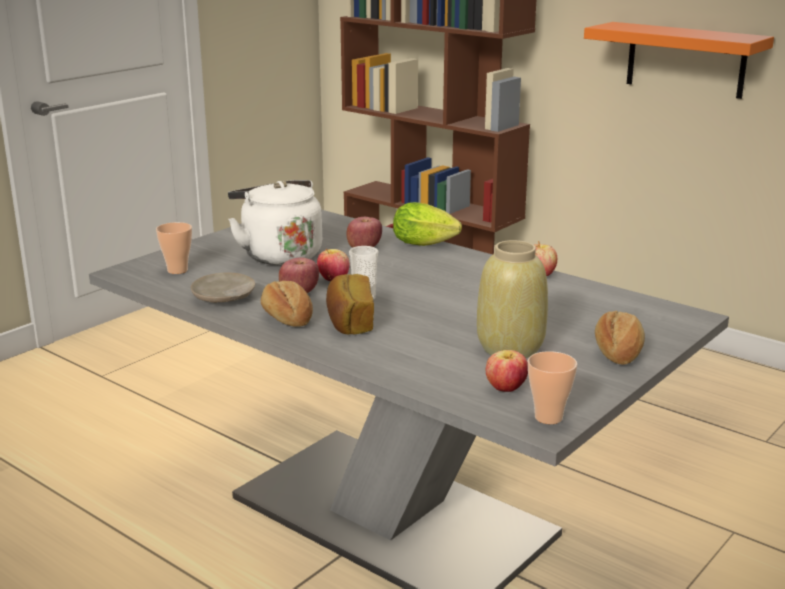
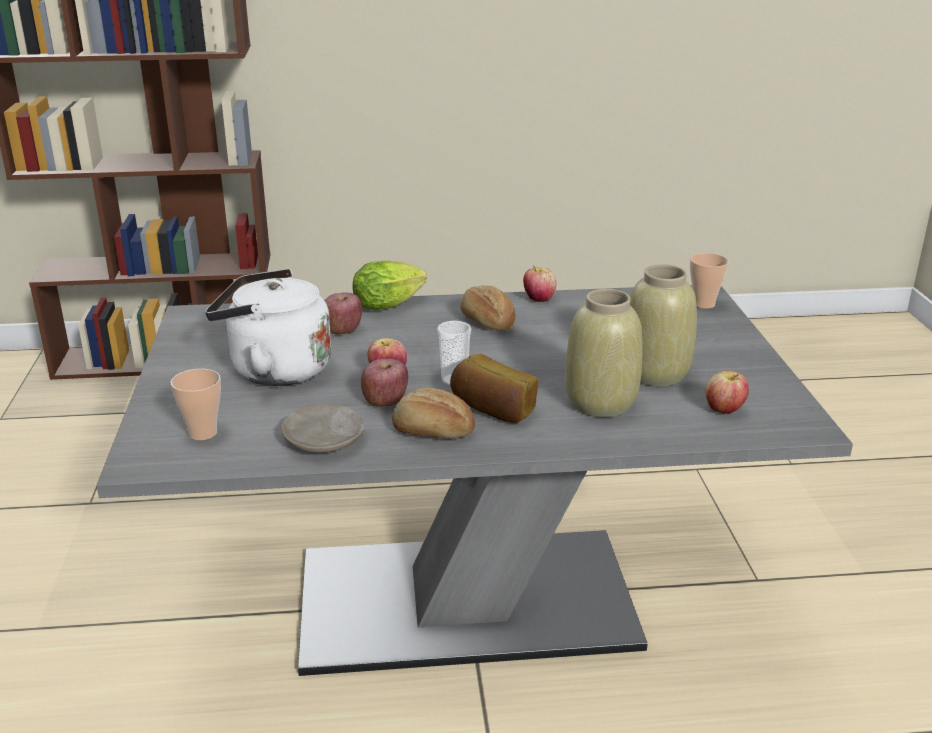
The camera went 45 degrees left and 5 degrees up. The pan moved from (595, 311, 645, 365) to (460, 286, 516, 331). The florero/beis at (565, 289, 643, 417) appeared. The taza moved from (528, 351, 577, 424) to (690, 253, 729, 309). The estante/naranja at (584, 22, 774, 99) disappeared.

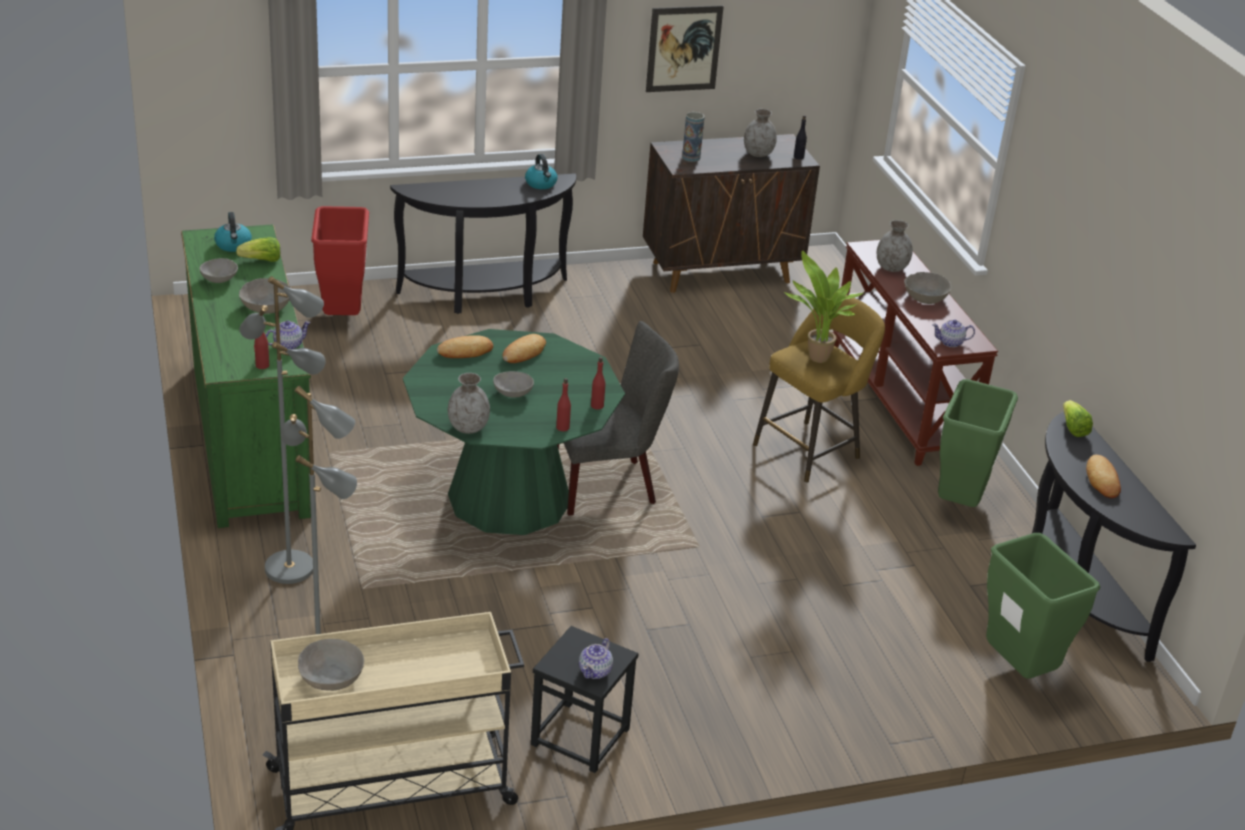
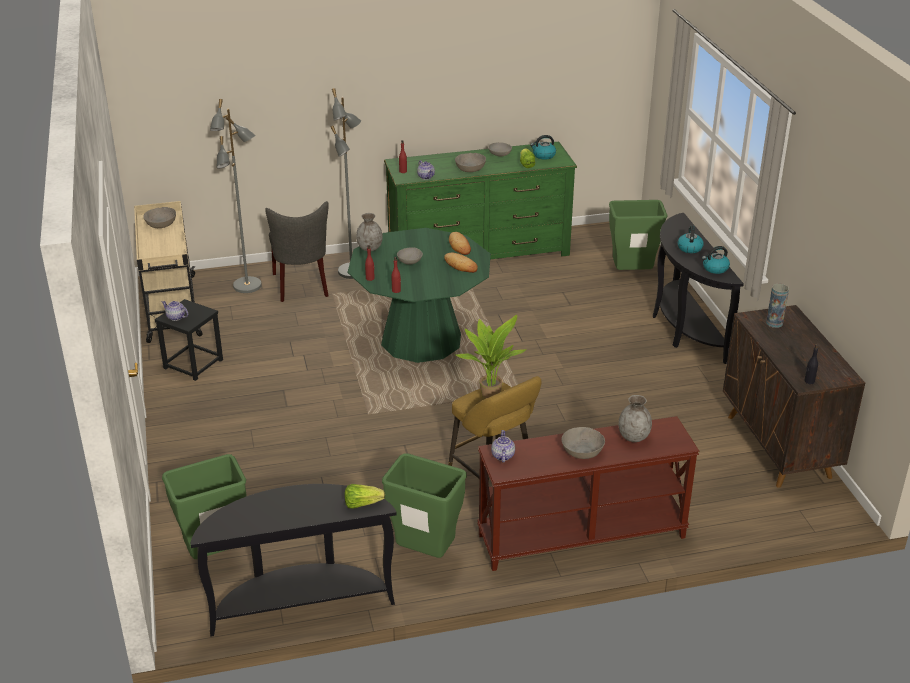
The camera went 95 degrees right and 0 degrees up. The silla/gris moved from (557, 321, 679, 516) to (265, 201, 329, 302). The papelera/rojo at (311, 206, 369, 315) became the papelera/verde at (609, 200, 667, 270). The hervidor at (678, 225, 704, 253) appeared. The cuadro at (646, 5, 724, 92) disappeared. The florero/gris at (744, 109, 777, 157) disappeared. The pan at (1086, 455, 1121, 499) disappeared.

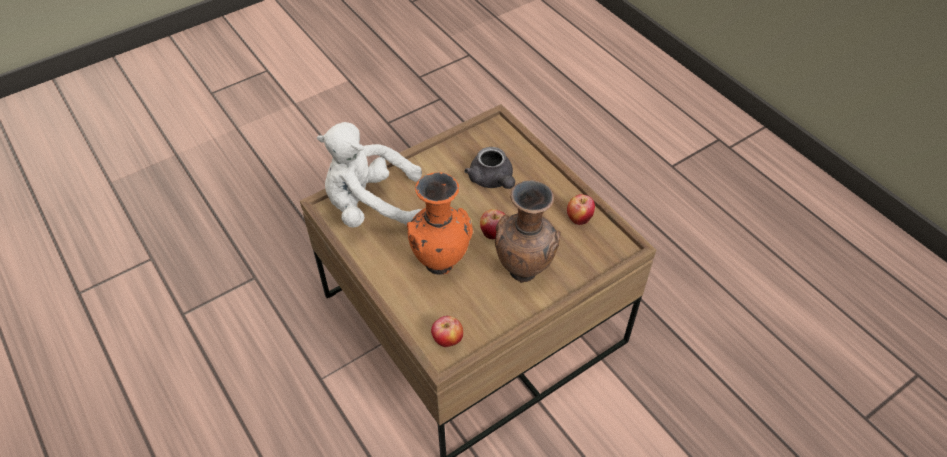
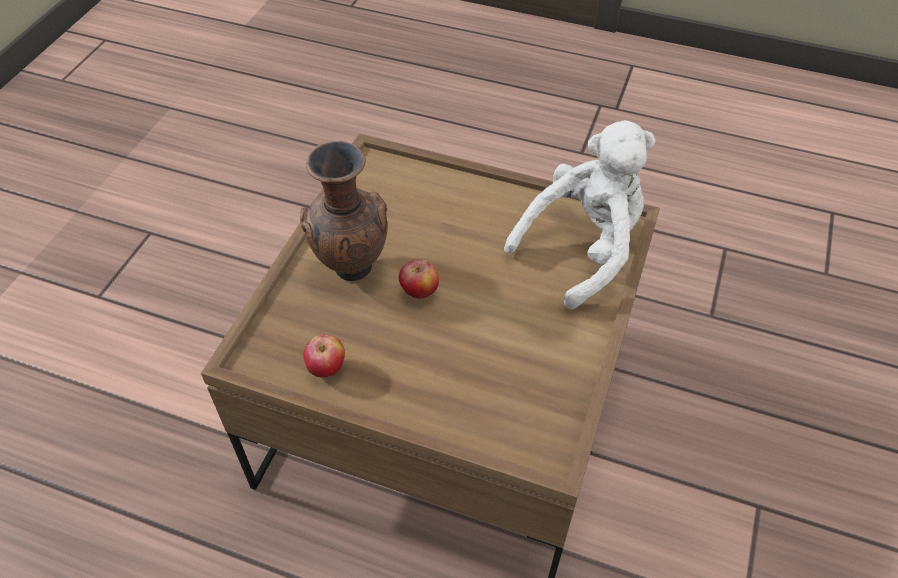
The camera went 145 degrees right and 0 degrees up. The florero/naranja at (407, 172, 473, 275) disappeared. The manzana at (431, 316, 463, 347) disappeared. The tetera/gris at (464, 147, 515, 189) disappeared.

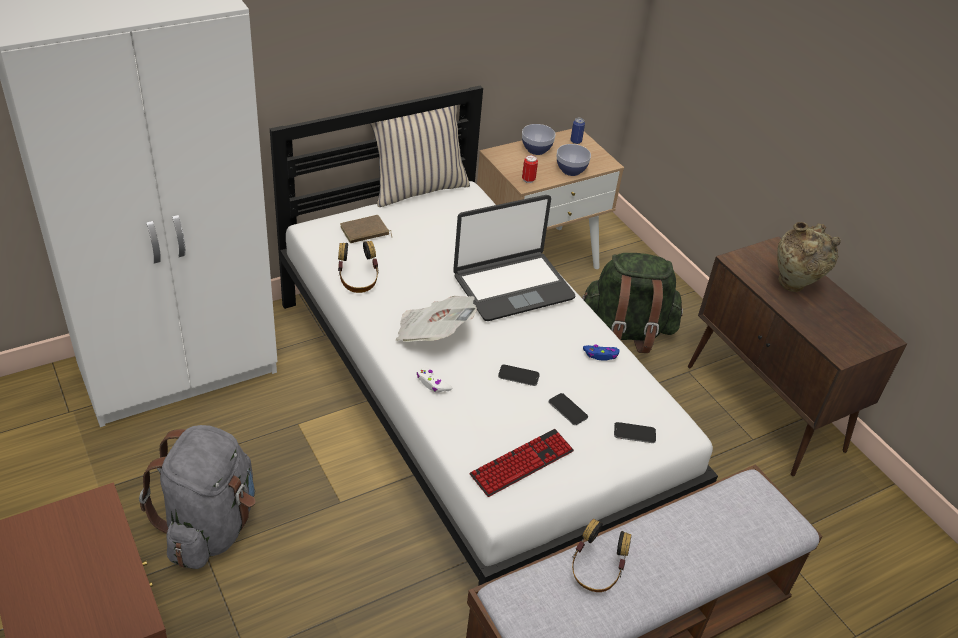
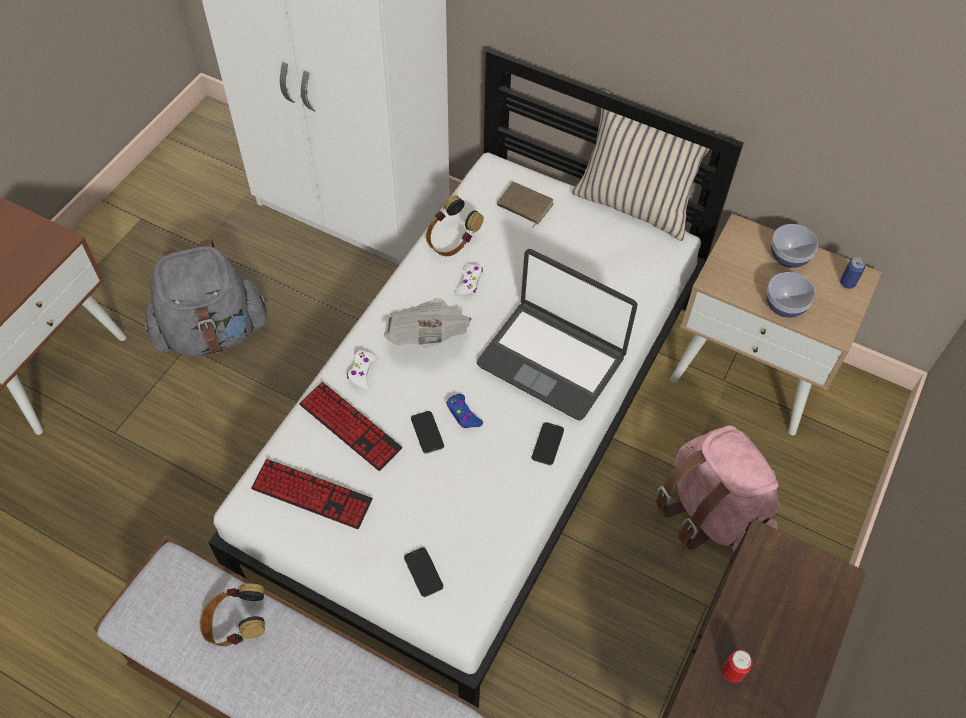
The camera went 60 degrees right and 15 degrees up. The teclado at (299, 382, 402, 471) appeared. The mando de consola/azul moved from (583, 344, 619, 361) to (446, 394, 483, 428). The mando de consola/blanco at (455, 264, 483, 296) appeared. The móvil moved from (549, 393, 588, 425) to (532, 422, 564, 465). The mochila/verde at (582, 253, 683, 353) became the mochila/rosa at (656, 425, 779, 552). The lata moved from (522, 155, 538, 183) to (722, 649, 753, 683). The florero/beis at (777, 222, 841, 292) disappeared.

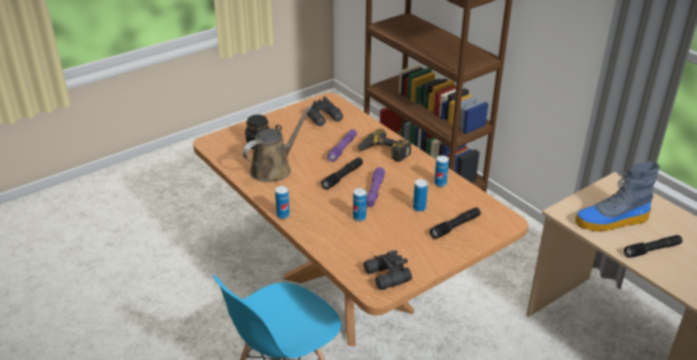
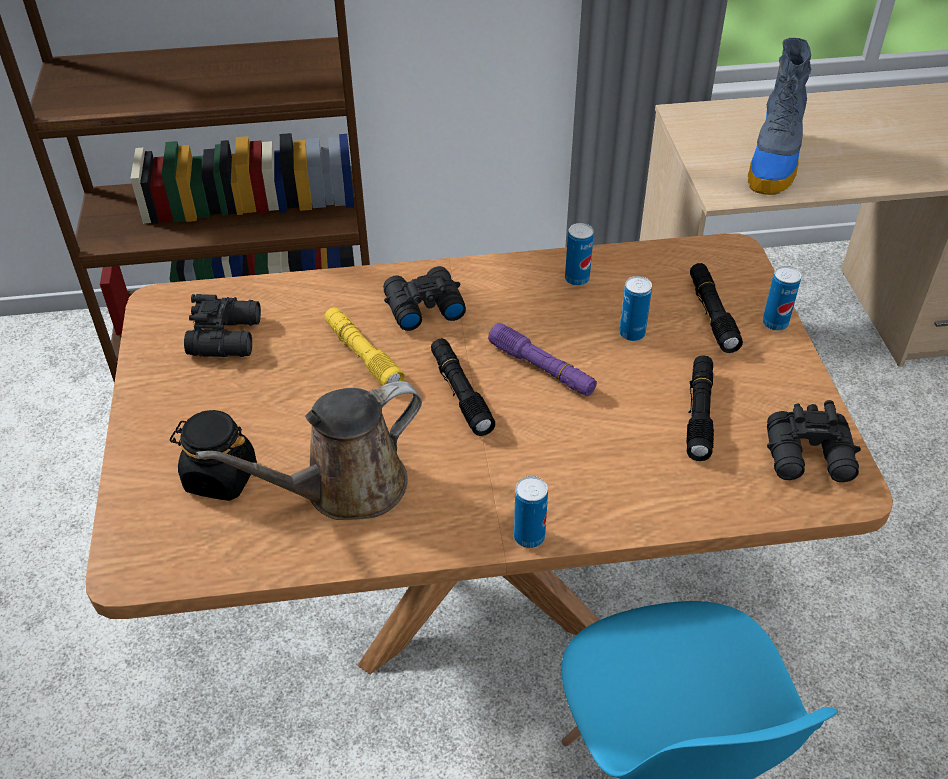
The camera went 60 degrees left and 10 degrees up. The regadera/marrón at (243, 105, 312, 182) turned 105 degrees counterclockwise. The linterna/morado at (327, 129, 357, 162) became the linterna/amarillo at (324, 307, 404, 385). The taladro at (357, 128, 411, 162) was replaced by the prismáticos/negro at (383, 266, 466, 331). The linterna/negro moved from (624, 235, 682, 258) to (686, 355, 714, 461). The lata moved from (353, 188, 367, 221) to (762, 266, 801, 331).

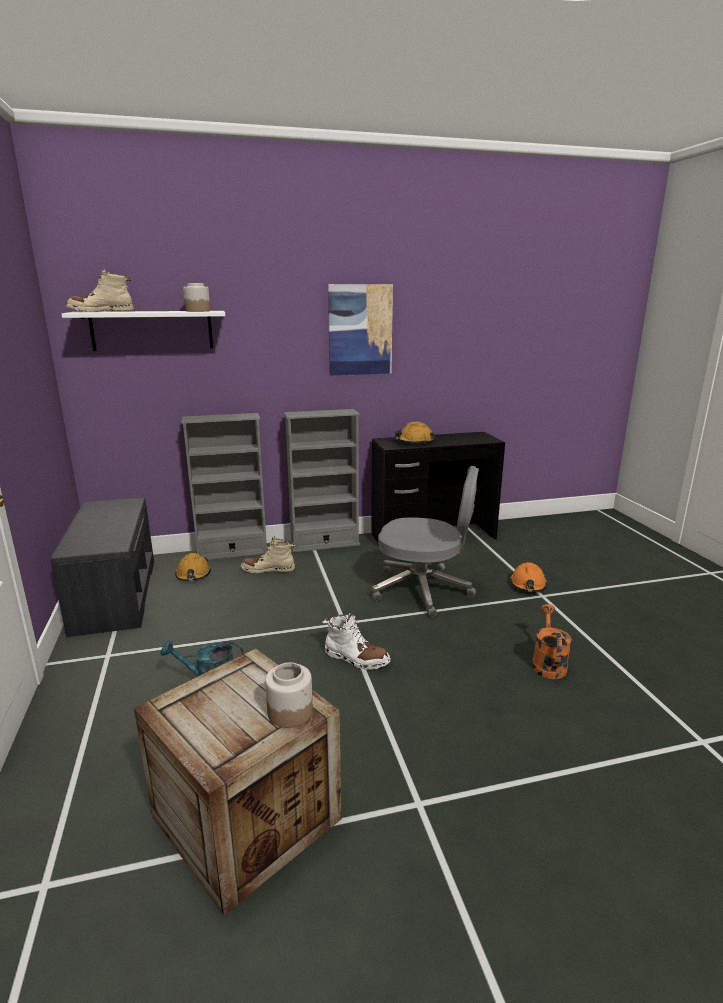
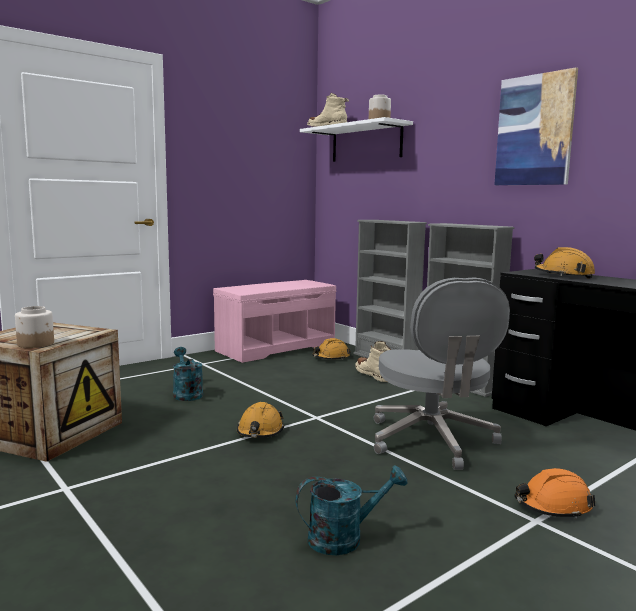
The camera went 65 degrees right and 10 degrees down. The banco/gris at (50, 498, 154, 637) became the banco/rosa at (213, 280, 337, 363). The bota/blanco at (322, 614, 391, 670) was replaced by the casco/naranja at (237, 402, 284, 438). The regadera/naranja at (532, 604, 572, 679) became the regadera/turquesa at (295, 465, 408, 555).

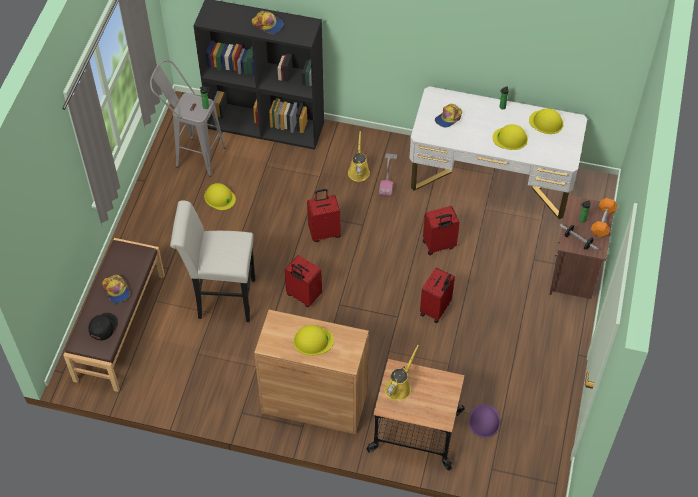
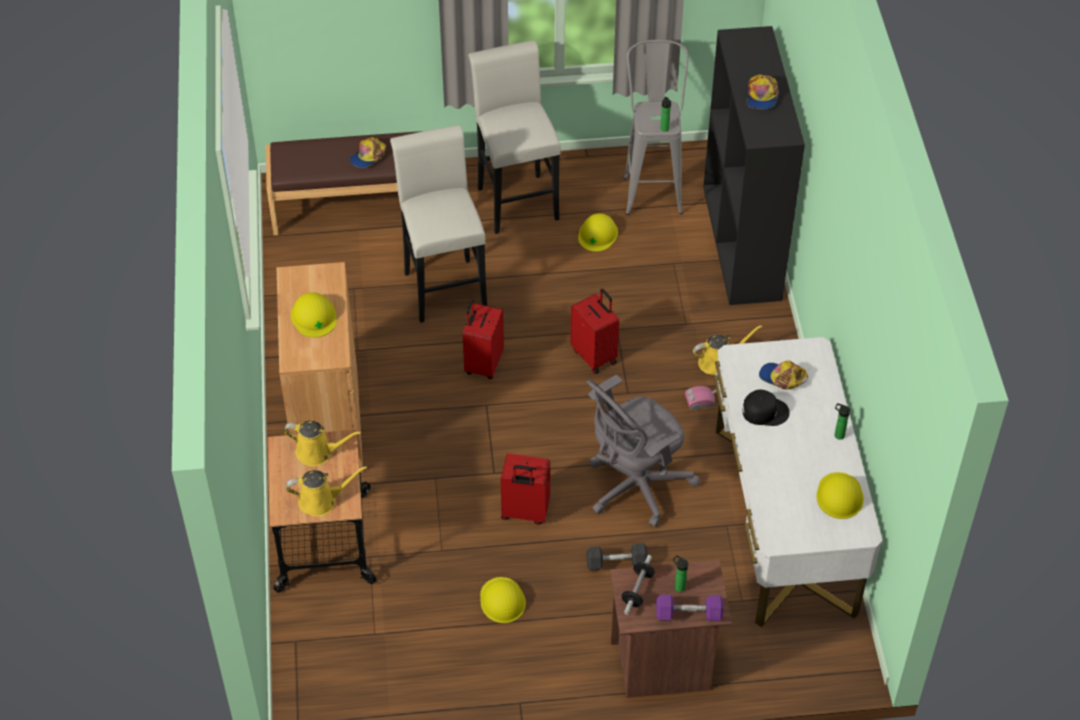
The camera went 70 degrees right and 5 degrees down. The regadera/amarillo at (286, 466, 367, 517) appeared. The taburete/blanco at (468, 40, 561, 234) appeared. The casco/amarillo moved from (493, 124, 528, 150) to (480, 577, 526, 623). The maleta/rojo at (423, 206, 460, 255) was replaced by the silla de oficina/gris at (586, 375, 700, 527). The mancuerna/gris at (586, 543, 648, 571) appeared. The mancuerna/naranja at (591, 198, 618, 238) became the mancuerna/morado at (656, 595, 724, 621). The gorra/negro moved from (88, 313, 118, 341) to (743, 390, 790, 426). The casco/morado at (469, 404, 500, 438) disappeared.

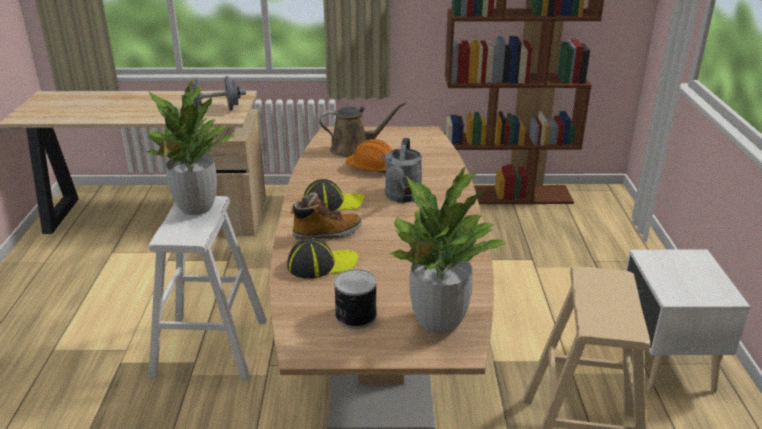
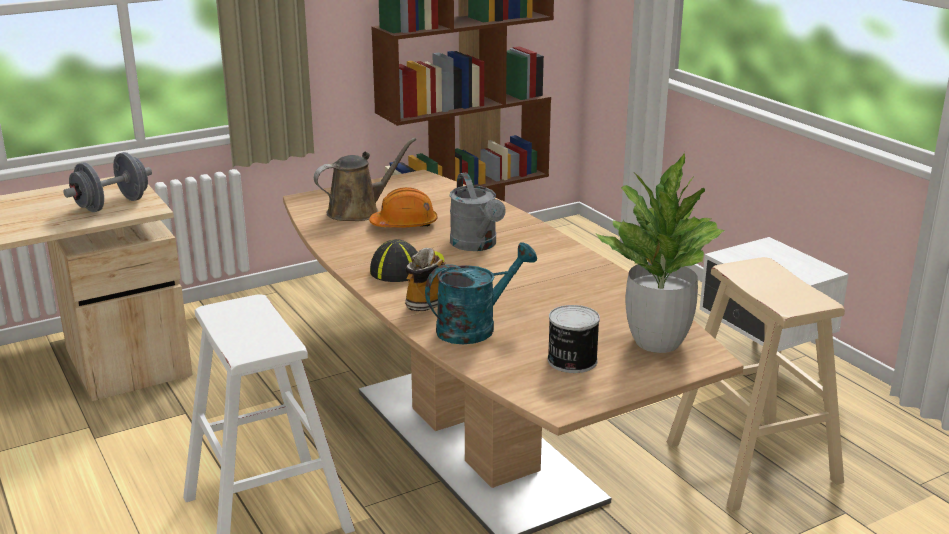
The camera went 30 degrees left and 5 degrees down. The gorra at (287, 238, 358, 279) was replaced by the regadera/turquesa at (425, 242, 537, 344). The planta en maceta at (146, 79, 234, 215) disappeared.

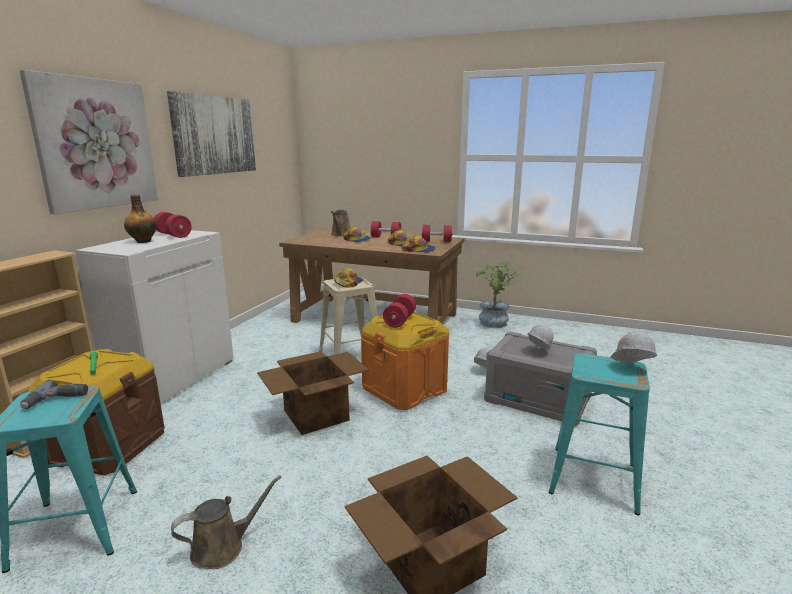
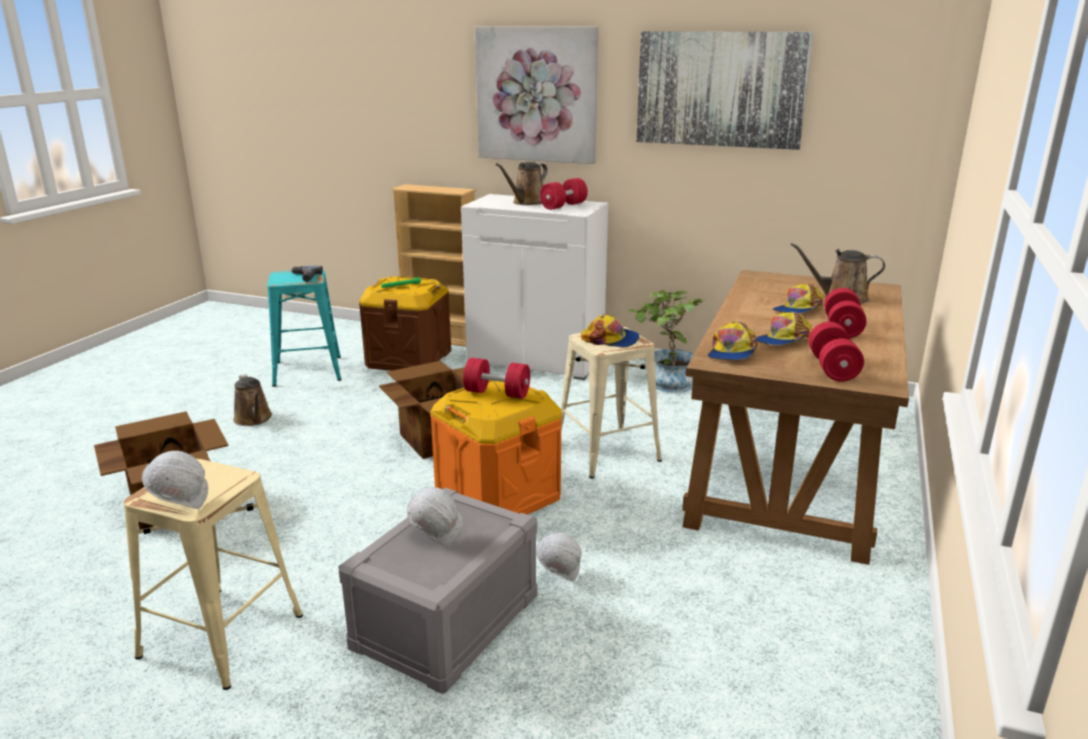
The camera went 90 degrees right and 5 degrees up. The taburete/turquesa at (549, 353, 650, 516) became the taburete/beis at (123, 459, 303, 690). The botella at (124, 194, 157, 243) was replaced by the regadera/marrón at (496, 162, 548, 205). The planta en maceta moved from (476, 260, 526, 328) to (628, 290, 706, 393).

